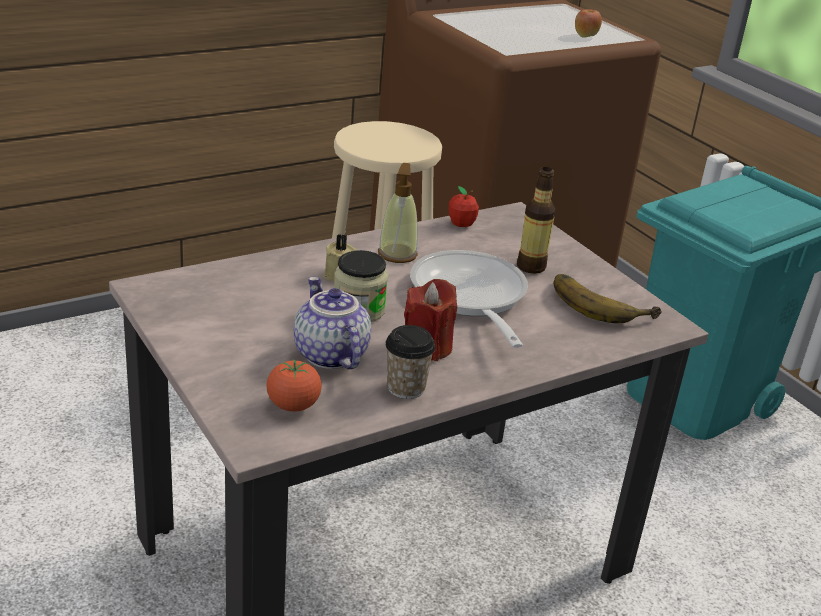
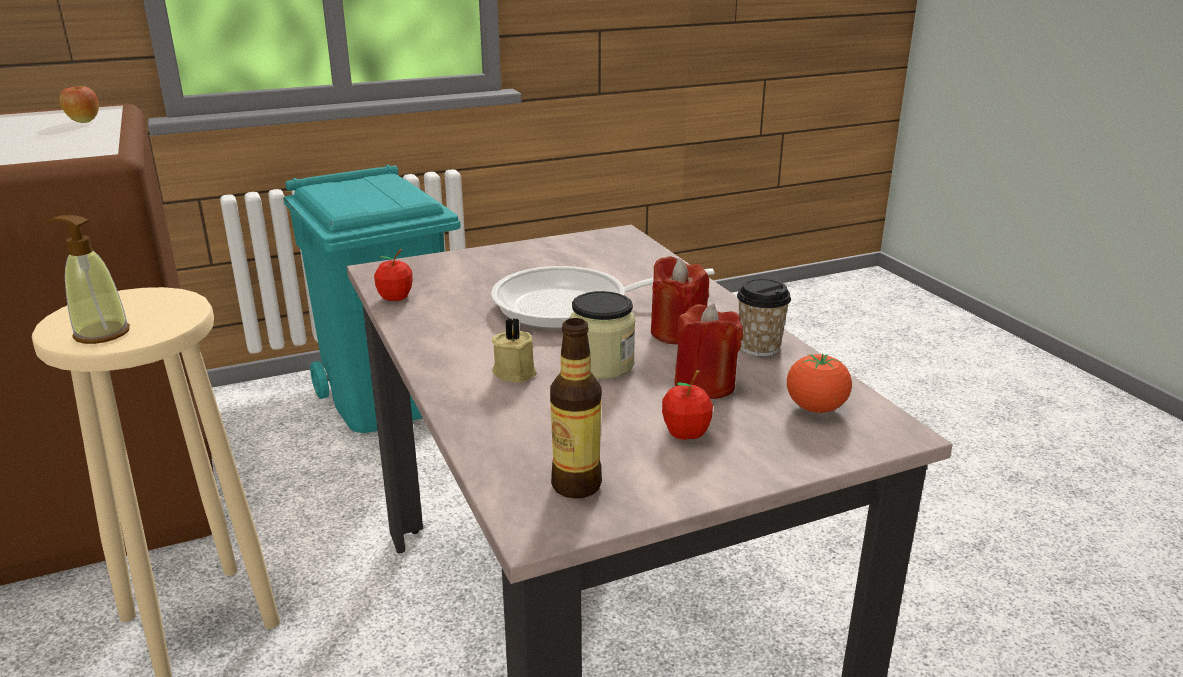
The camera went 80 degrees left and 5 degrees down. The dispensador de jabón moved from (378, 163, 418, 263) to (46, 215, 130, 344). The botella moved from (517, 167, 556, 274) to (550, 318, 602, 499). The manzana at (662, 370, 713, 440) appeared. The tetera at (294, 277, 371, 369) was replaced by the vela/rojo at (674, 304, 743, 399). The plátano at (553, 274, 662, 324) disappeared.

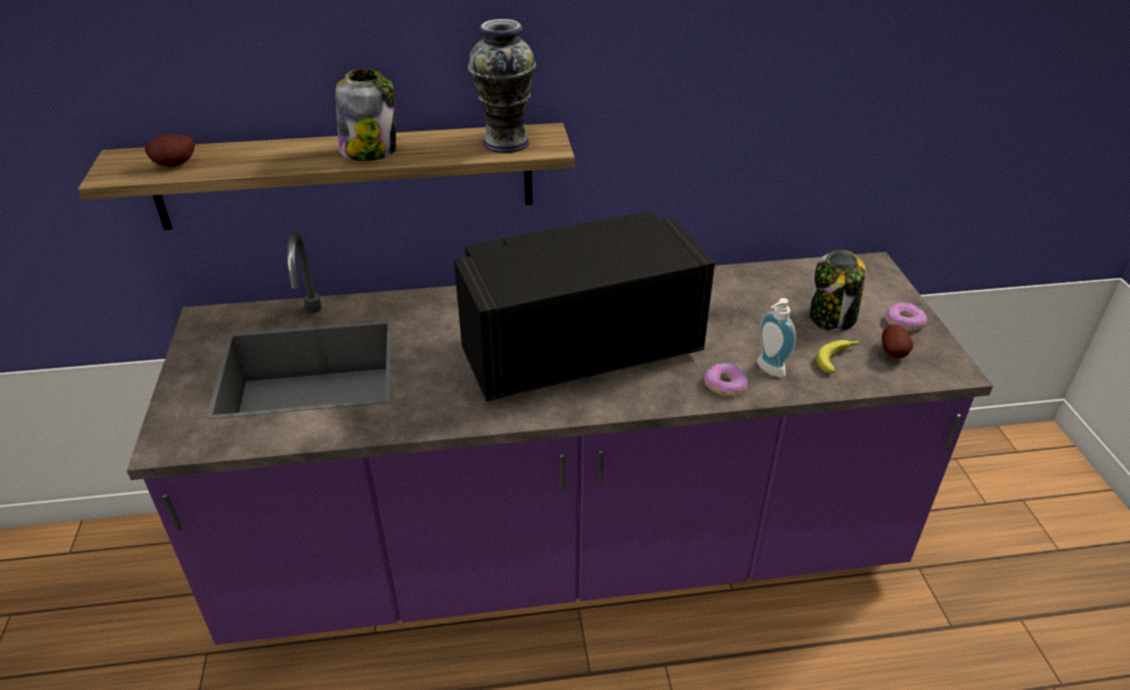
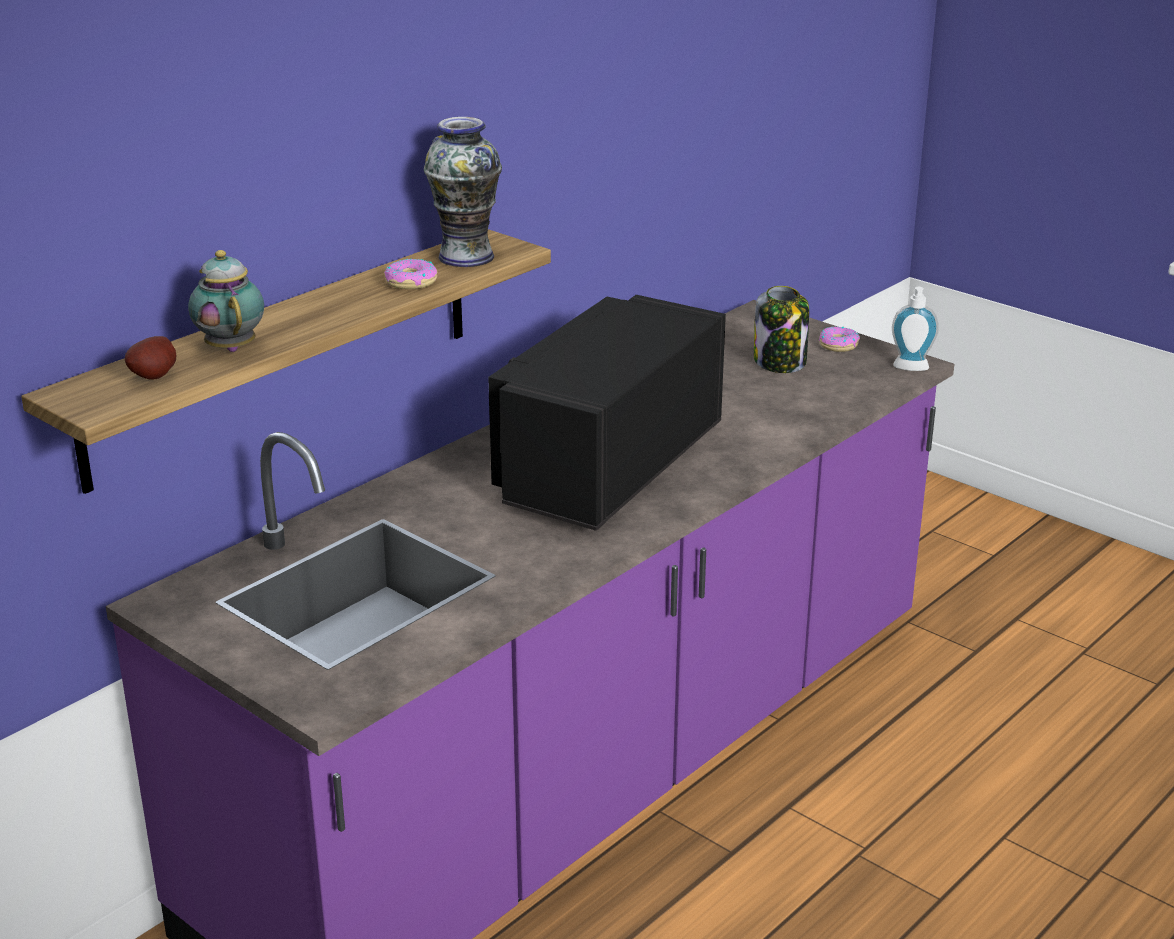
The camera went 40 degrees left and 10 degrees down. The tetera at (188, 250, 264, 352) appeared. The rosquilla moved from (704, 363, 748, 397) to (384, 259, 437, 289). The dispensador de jabón moved from (757, 298, 796, 378) to (892, 287, 939, 371). The tarro at (335, 69, 396, 161) disappeared. The plátano at (816, 340, 859, 373) disappeared. The patata at (882, 324, 913, 359) disappeared.

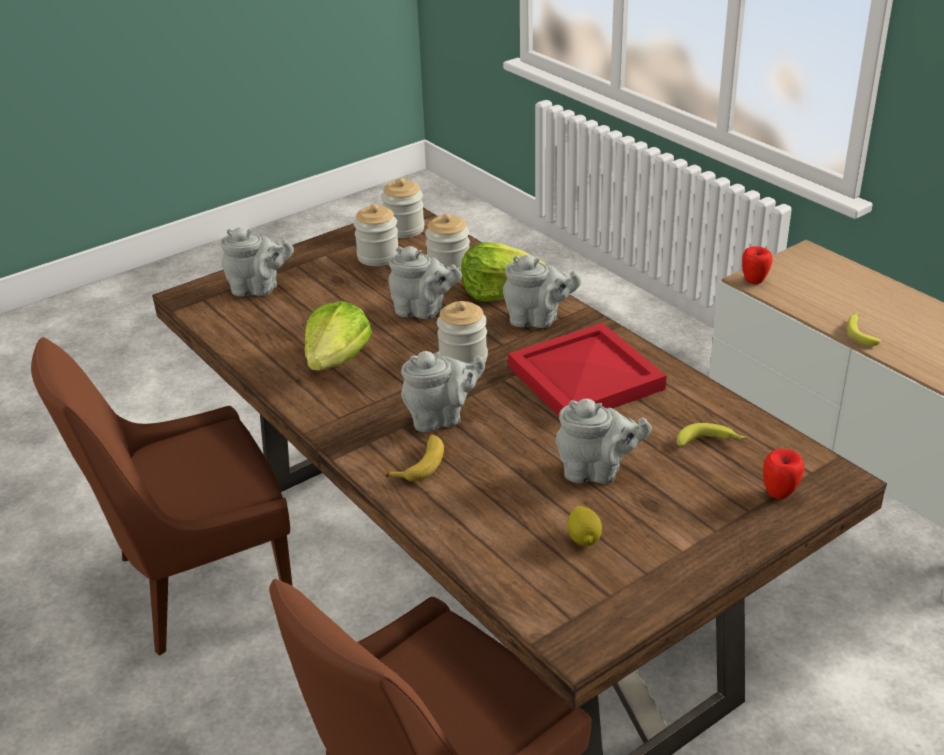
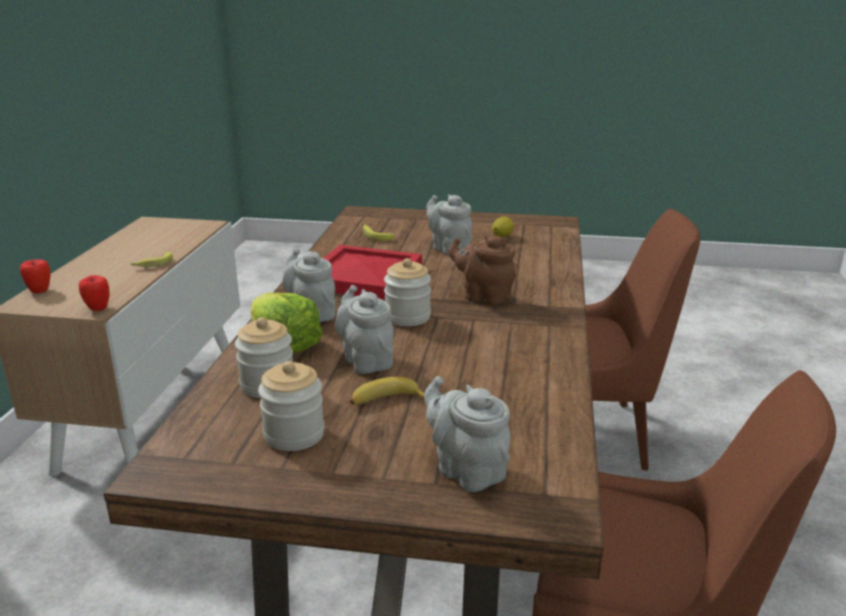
The camera went 135 degrees left and 10 degrees down. The manzana moved from (763, 449, 804, 499) to (20, 259, 51, 293). The plátano moved from (386, 434, 444, 482) to (350, 377, 424, 405). The tetera/gris at (401, 351, 485, 432) became the tetera/marrón at (448, 235, 516, 305). The lechuga at (305, 301, 372, 371) disappeared. The tarro at (381, 178, 425, 238) disappeared.

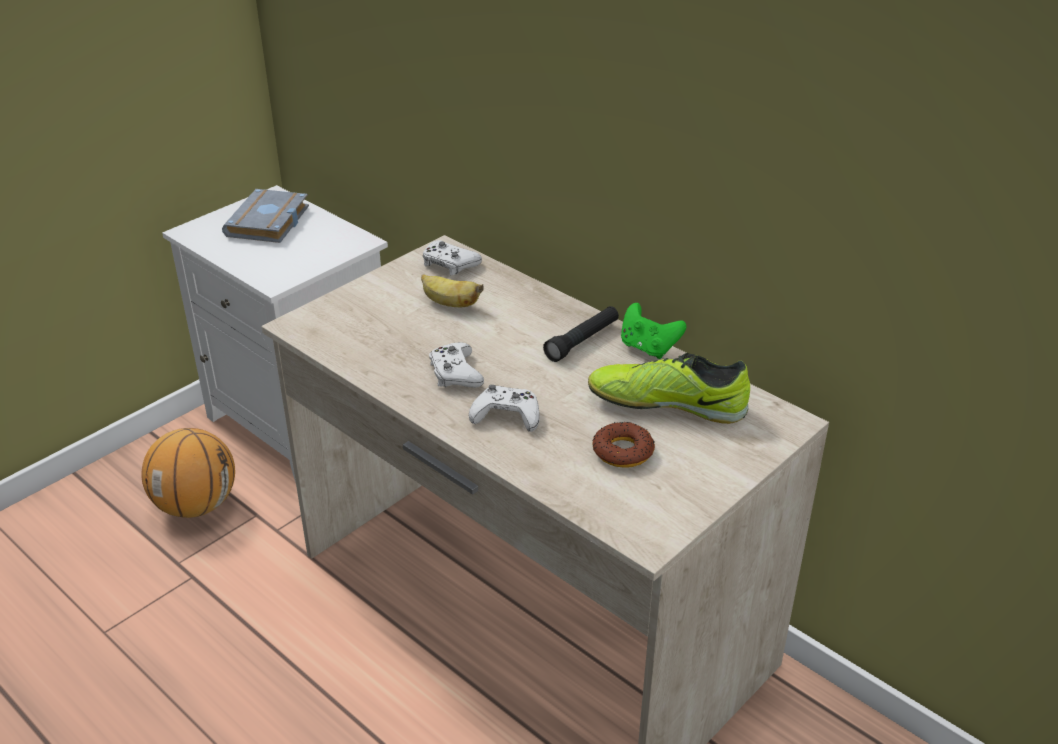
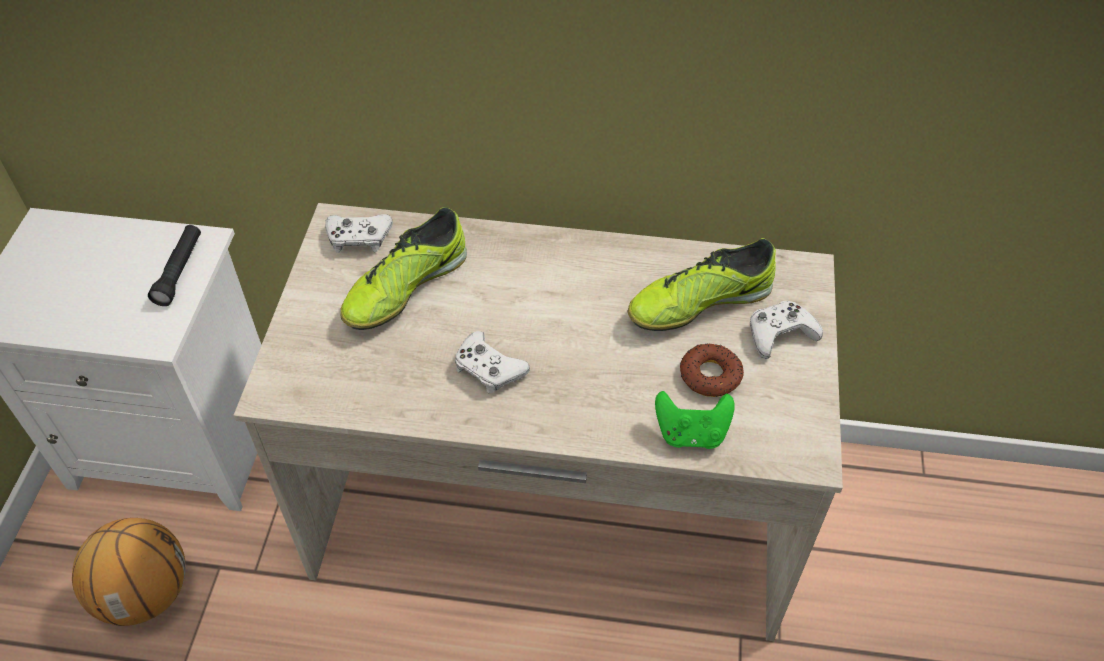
The camera went 35 degrees left and 15 degrees up. The linterna/negro moved from (543, 306, 619, 362) to (148, 225, 201, 306). The plátano at (421, 274, 484, 307) was replaced by the zapato at (340, 207, 467, 330). The mando de consola/verde moved from (621, 303, 687, 359) to (655, 391, 735, 449). The mando de consola/blanco moved from (469, 385, 540, 432) to (750, 301, 823, 359). The libro/gris at (222, 189, 309, 243) disappeared.

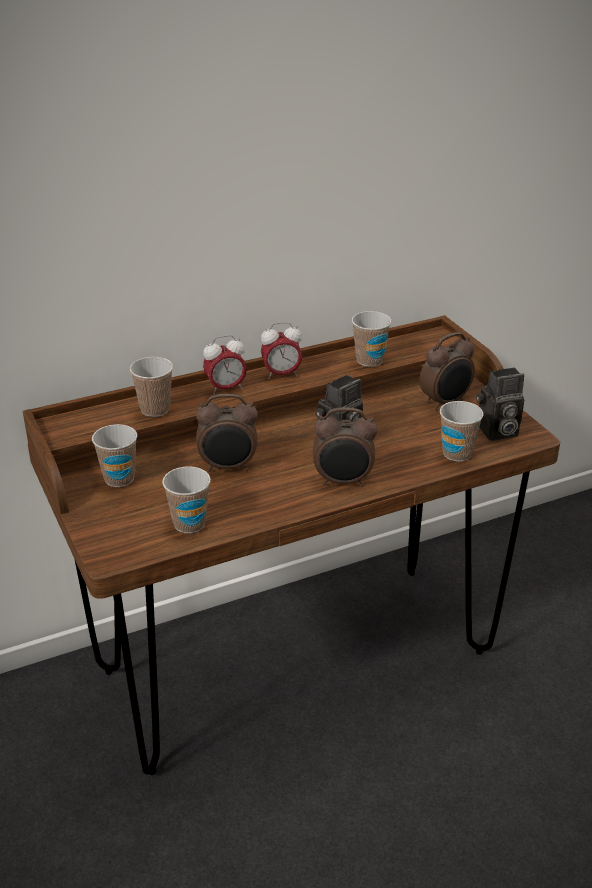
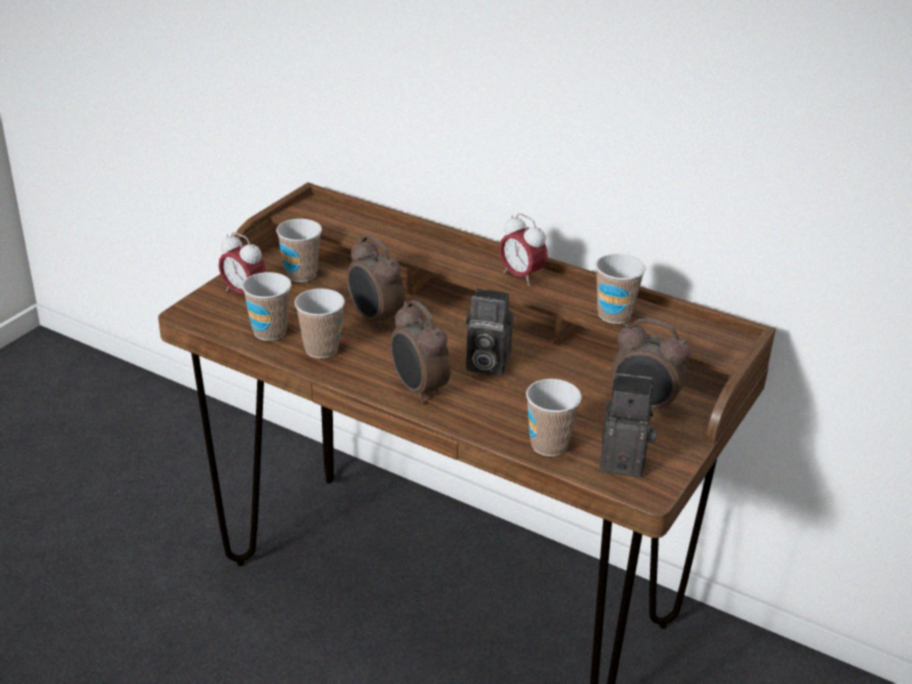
The camera went 55 degrees right and 0 degrees up. The despertador moved from (203, 335, 247, 395) to (219, 232, 266, 294). The taza moved from (130, 357, 173, 417) to (294, 289, 345, 359). The cámara at (476, 367, 524, 441) turned 150 degrees clockwise.

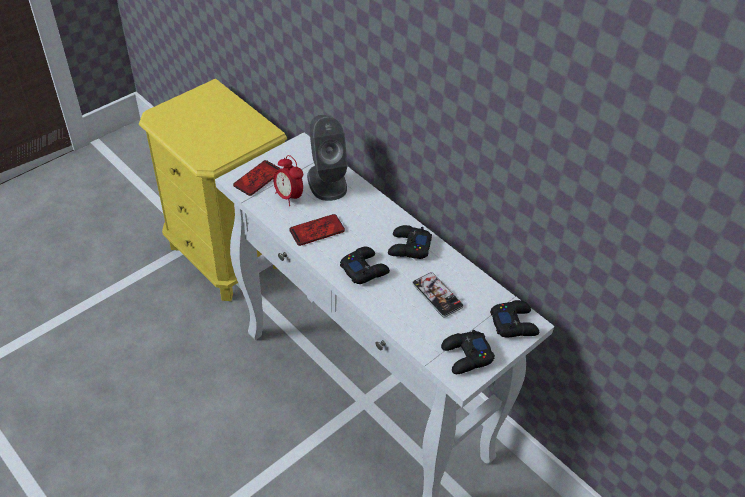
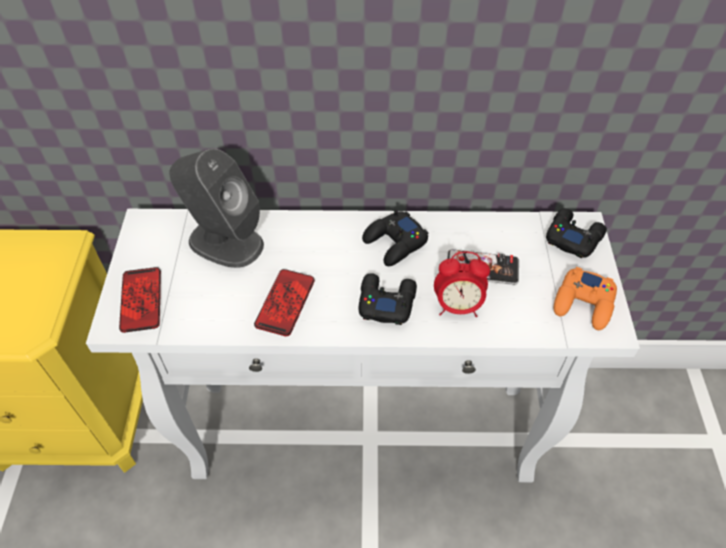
The camera went 45 degrees left and 5 degrees up. The despertador moved from (273, 155, 303, 206) to (434, 252, 490, 317). The mando de consola/negro at (441, 330, 495, 374) became the mando de consola/naranja at (554, 267, 617, 330).

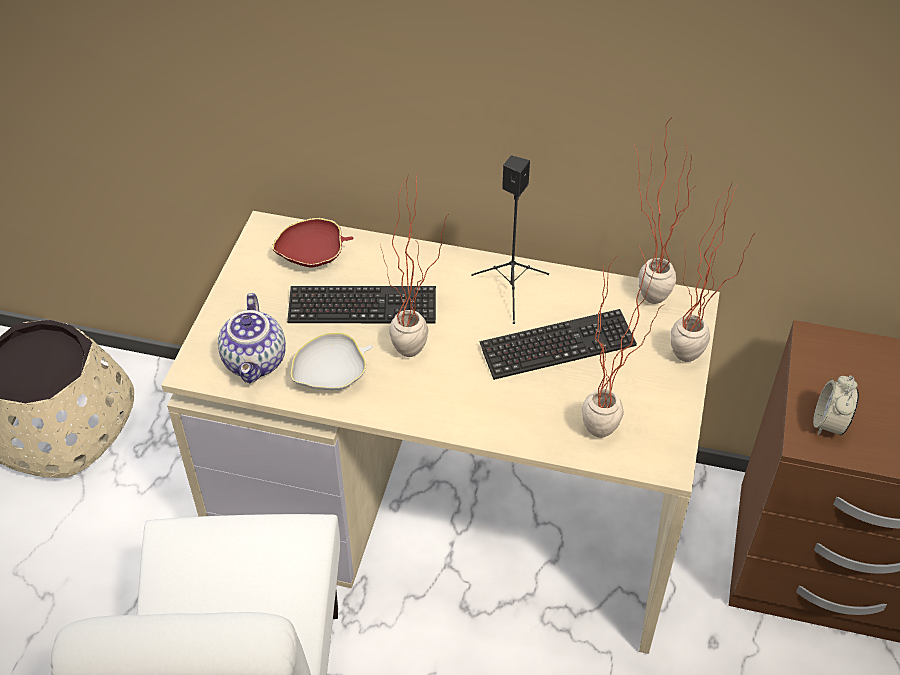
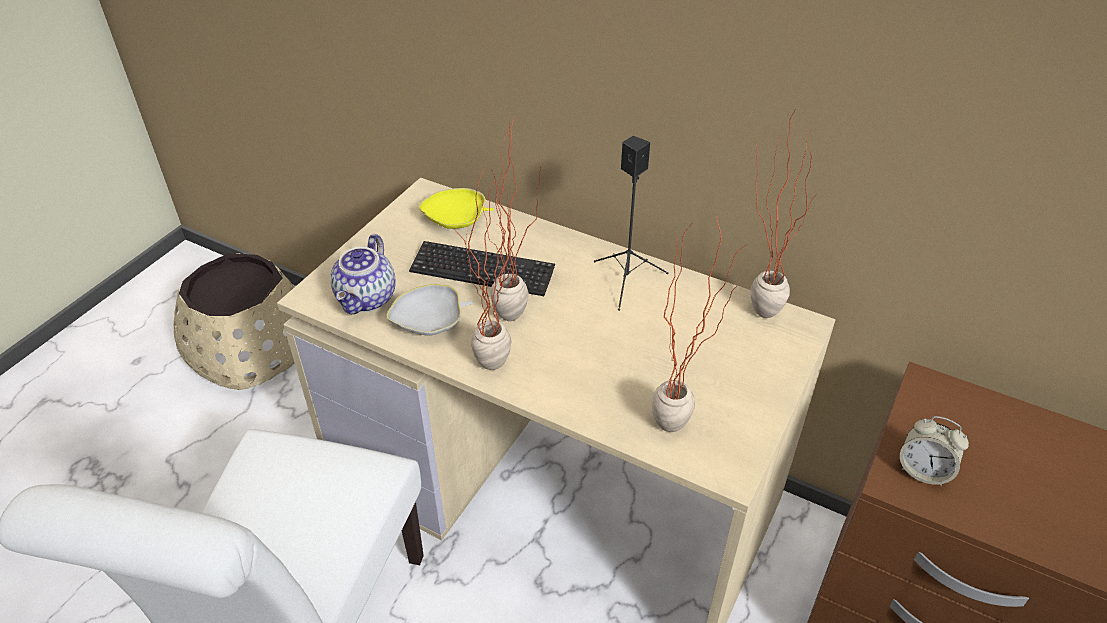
The camera went 15 degrees right and 5 degrees down. The cuenco/rojo at (272, 218, 353, 268) became the cuenco/amarillo at (418, 188, 494, 229). The planta en maceta moved from (670, 184, 753, 362) to (461, 167, 511, 370). The despertador at (813, 375, 859, 435) turned 90 degrees counterclockwise. The teclado at (479, 309, 637, 380) disappeared.

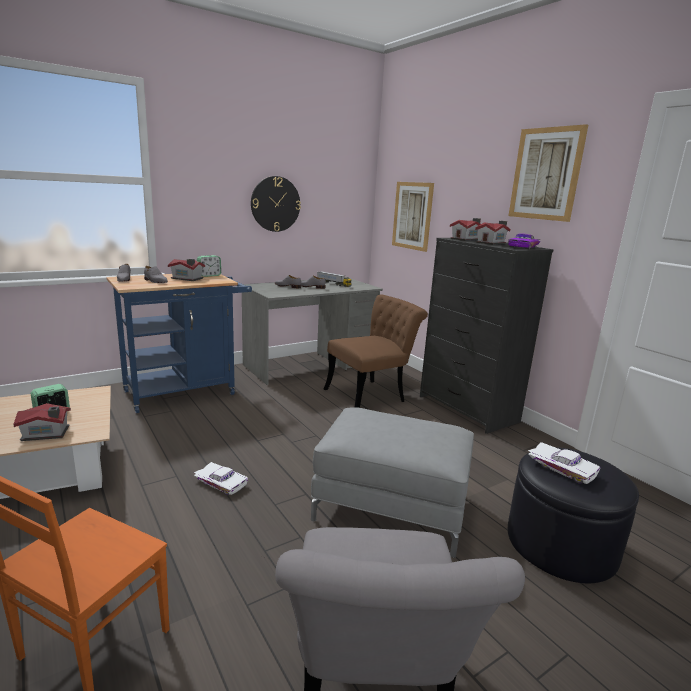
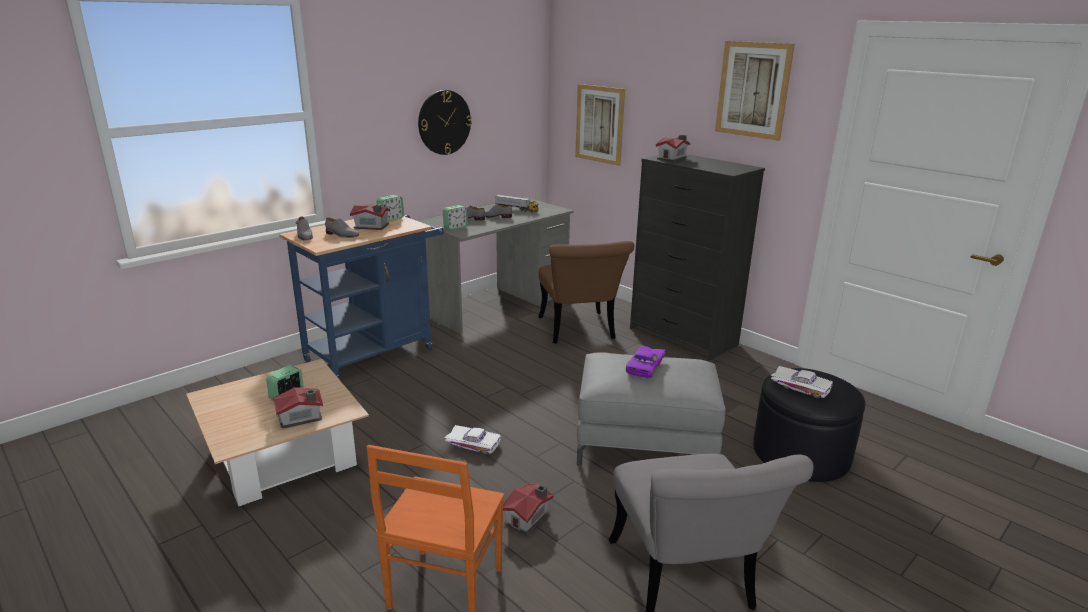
The camera went 10 degrees left and 5 degrees up. The despertador at (443, 205, 468, 230) appeared. The casita moved from (475, 221, 510, 245) to (503, 483, 554, 535). The silla/marrón at (324, 294, 428, 408) turned 120 degrees clockwise. The coche de juguete/morado moved from (508, 234, 541, 249) to (626, 345, 666, 378).

